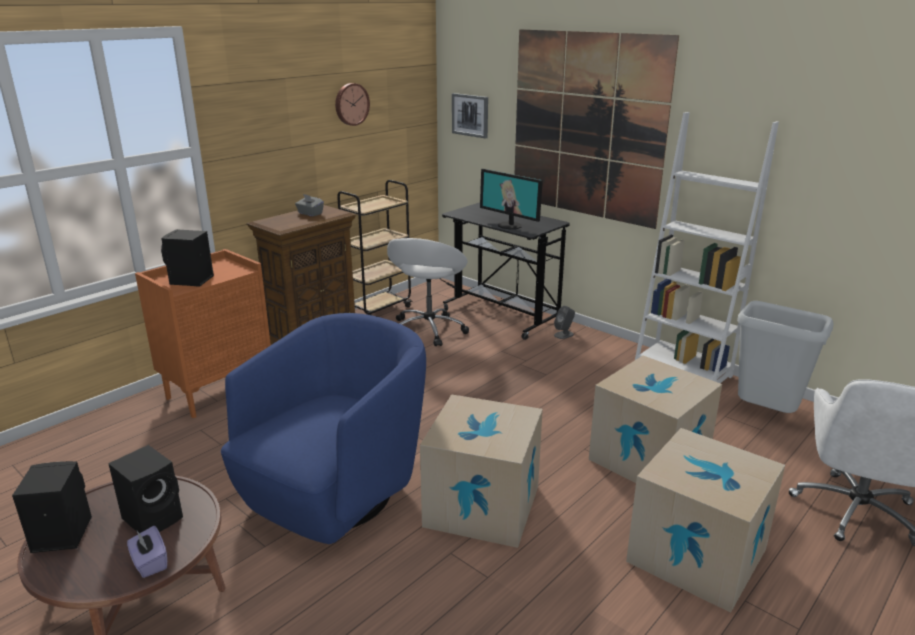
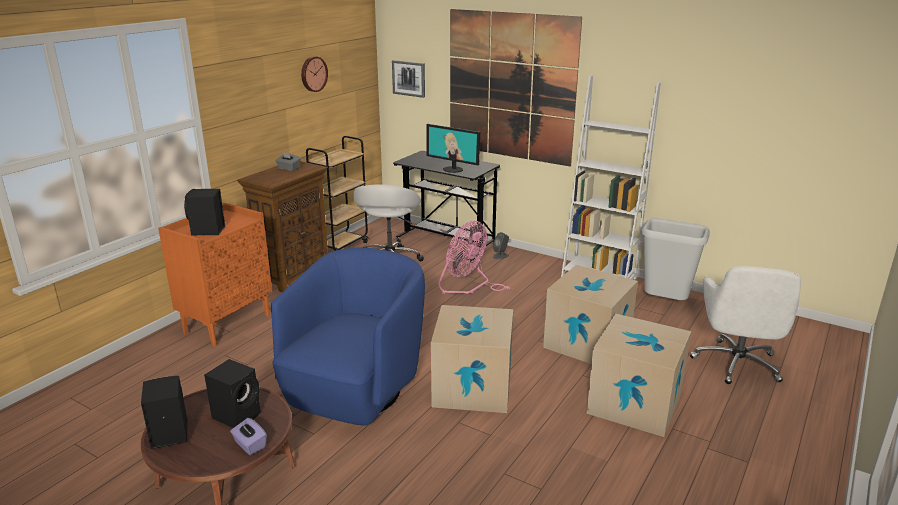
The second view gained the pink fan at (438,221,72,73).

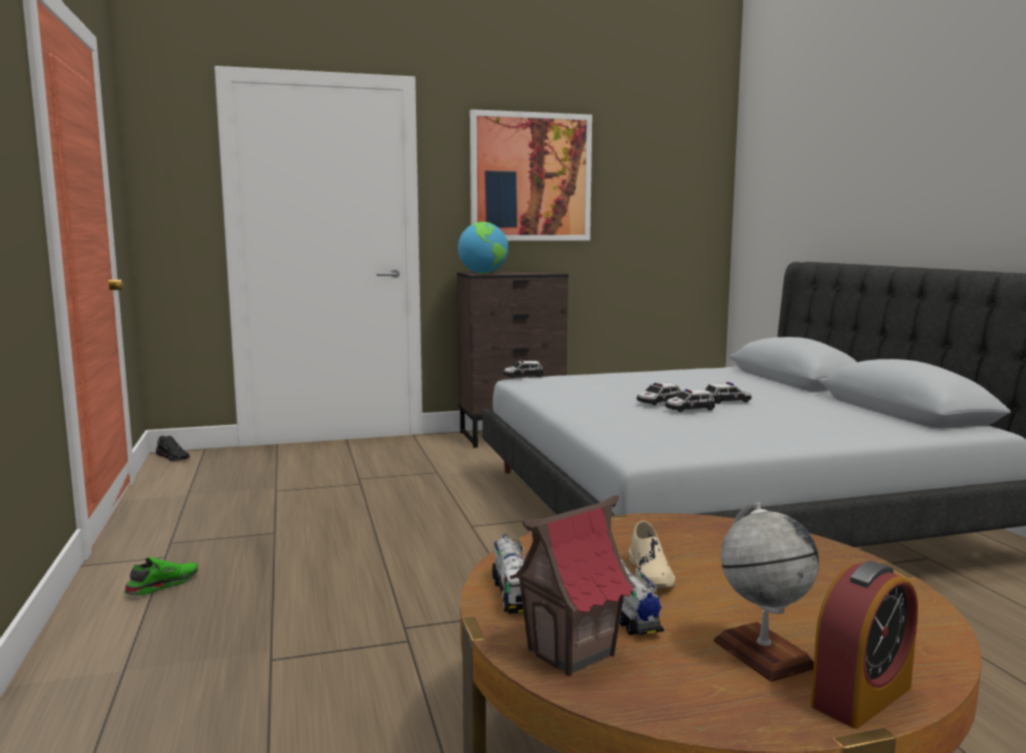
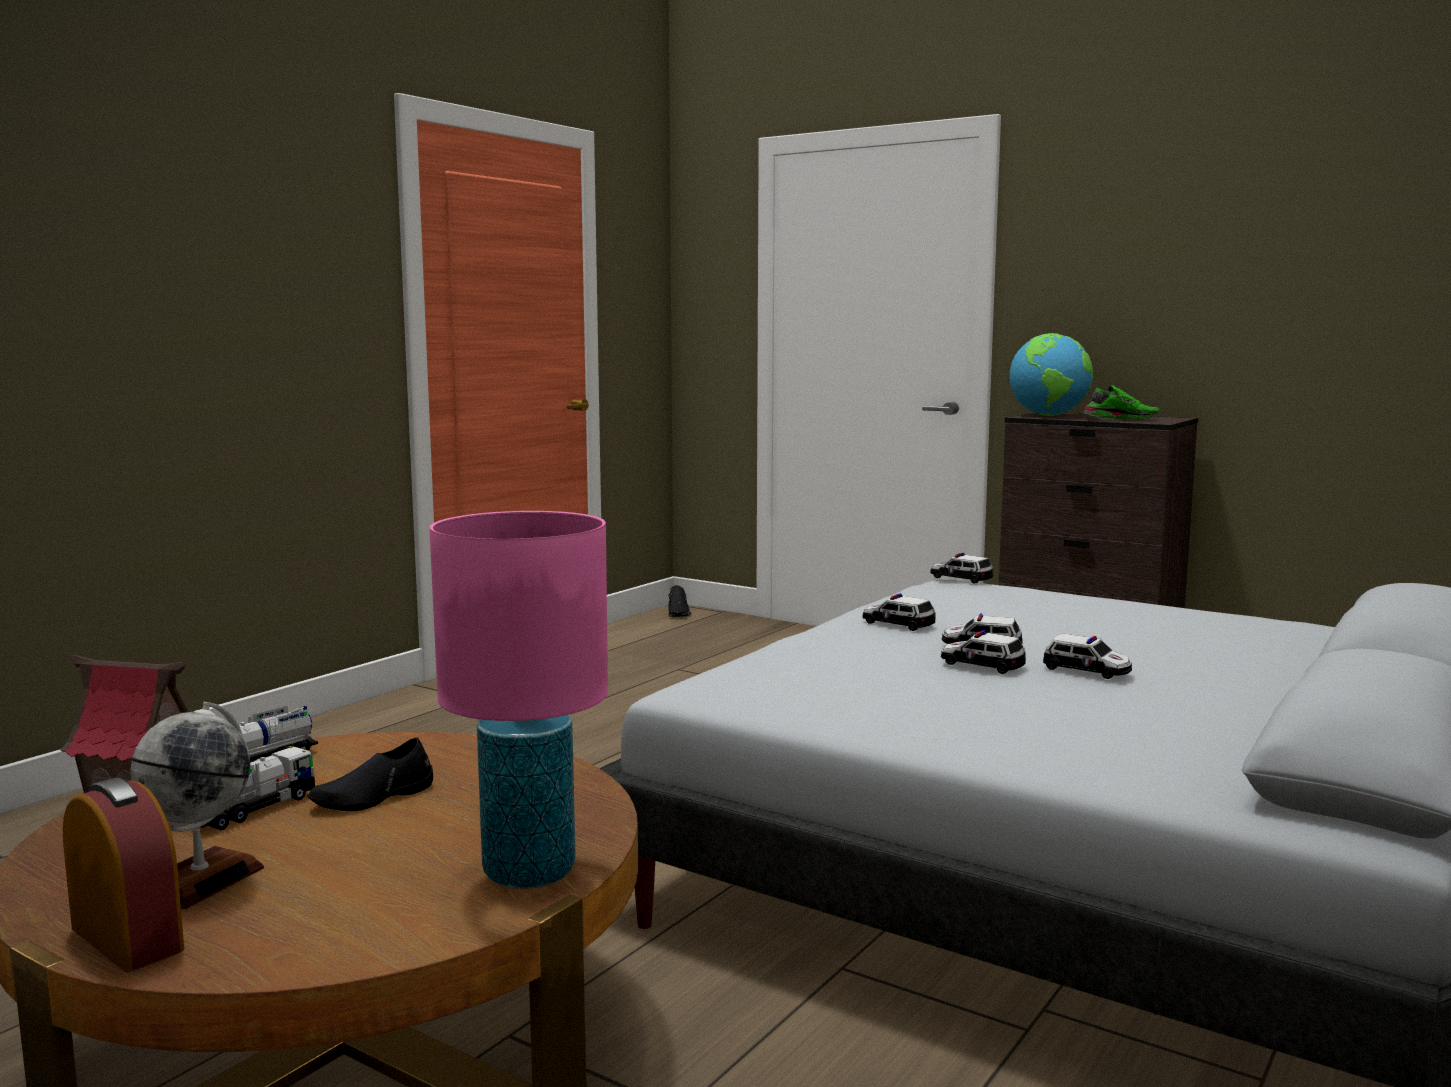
The green shoe ended up elsewhere, having gone from (123,557,75,39) to (1084,385,76,35).
The second view lost the picture at (470,109,122,132).
What was the beige shoe at (629,520,46,68) turned into the black shoe at (307,737,126,74).
The alarm clock at (811,561,107,168) ended up facing another way, 150 degrees counterclockwise from before.
The second view gained the pink table lamp at (429,511,179,378).
The second view gained the toy car at (862,593,74,38).

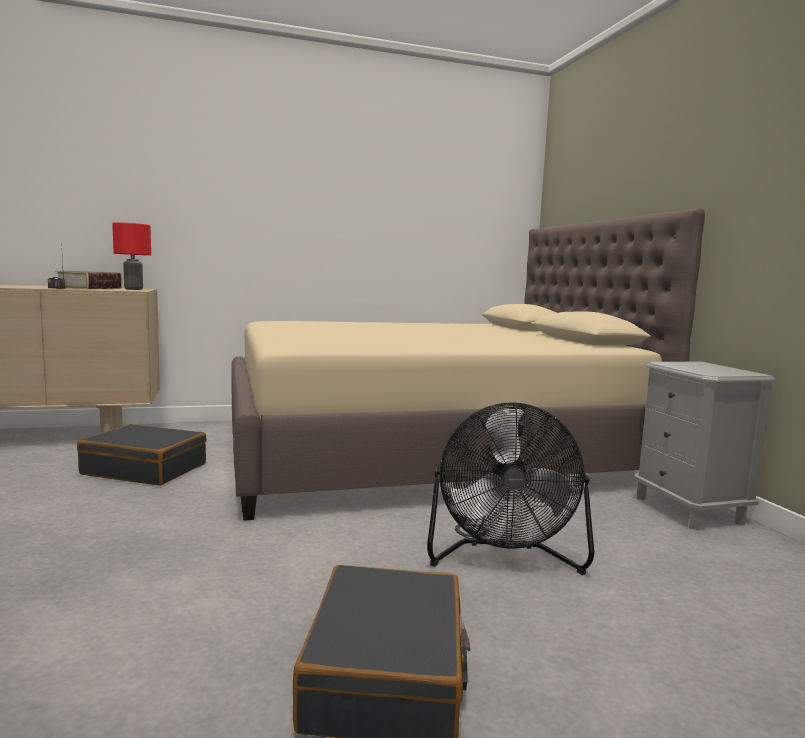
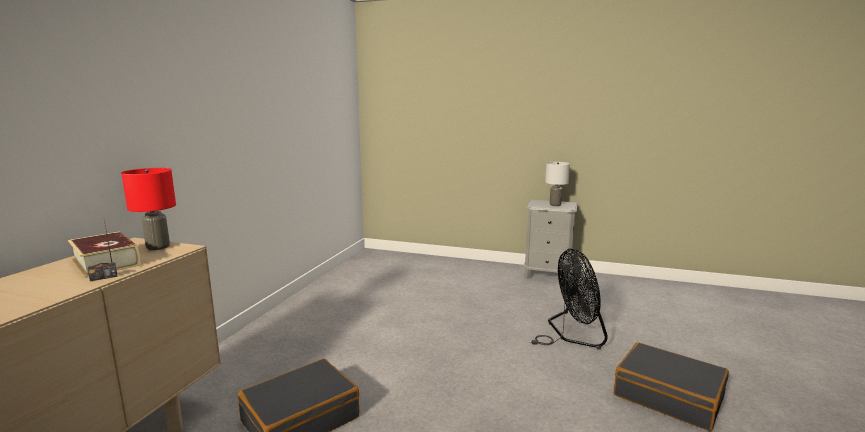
The second view lost the beige bed at (231,208,474,313).
The black fan at (427,402,167,173) ended up facing another way, 45 degrees counterclockwise from before.
The second view gained the white table lamp at (545,162,25,44).

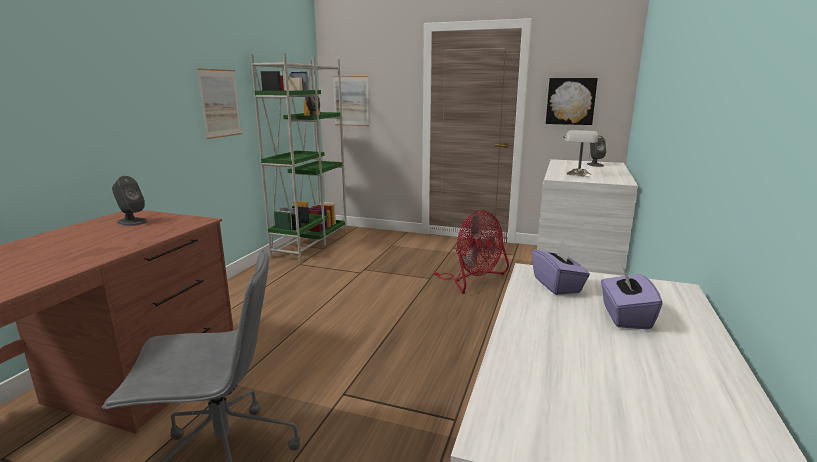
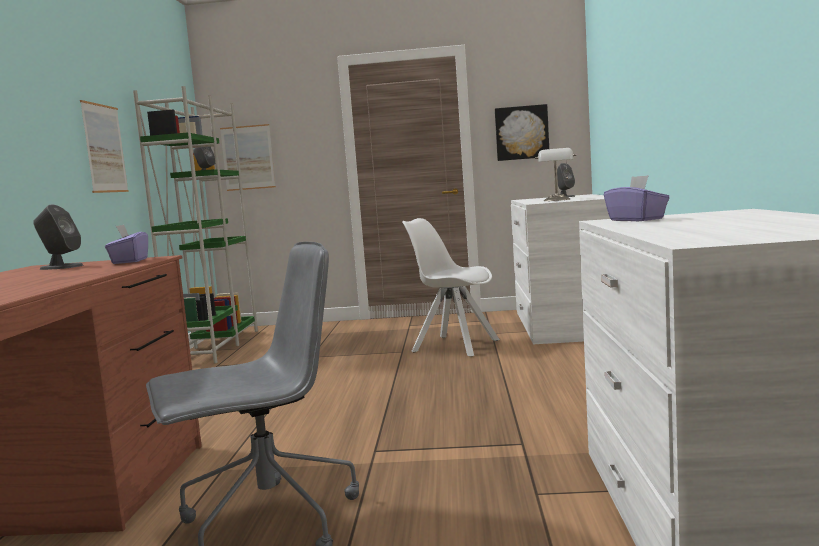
Where the red fan stood at (434,210,75,84), the white chair came to stand at (402,218,98,139).
The purple tissue box ended up elsewhere, having gone from (601,265,62,65) to (105,224,43,40).

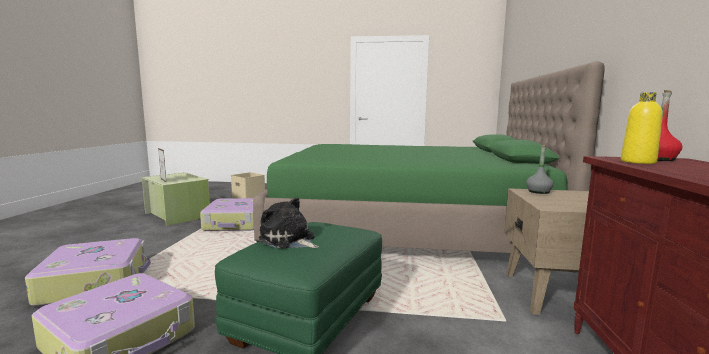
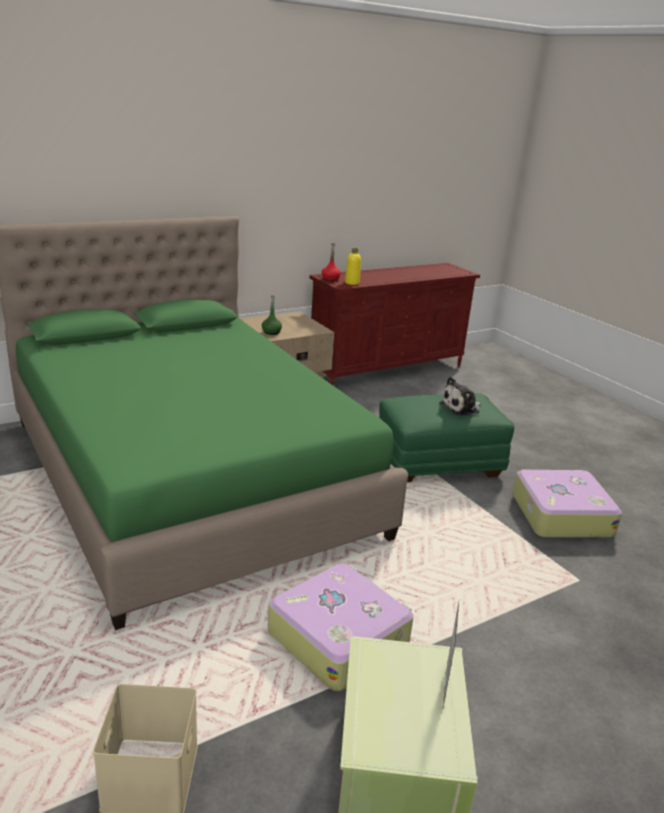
The second view lost the suitcase at (25,238,126,68).
The plush toy at (259,197,60,52) ended up facing another way, 60 degrees clockwise from before.
What was the grey bottle at (526,145,28,49) turned into the green bottle at (262,294,20,41).

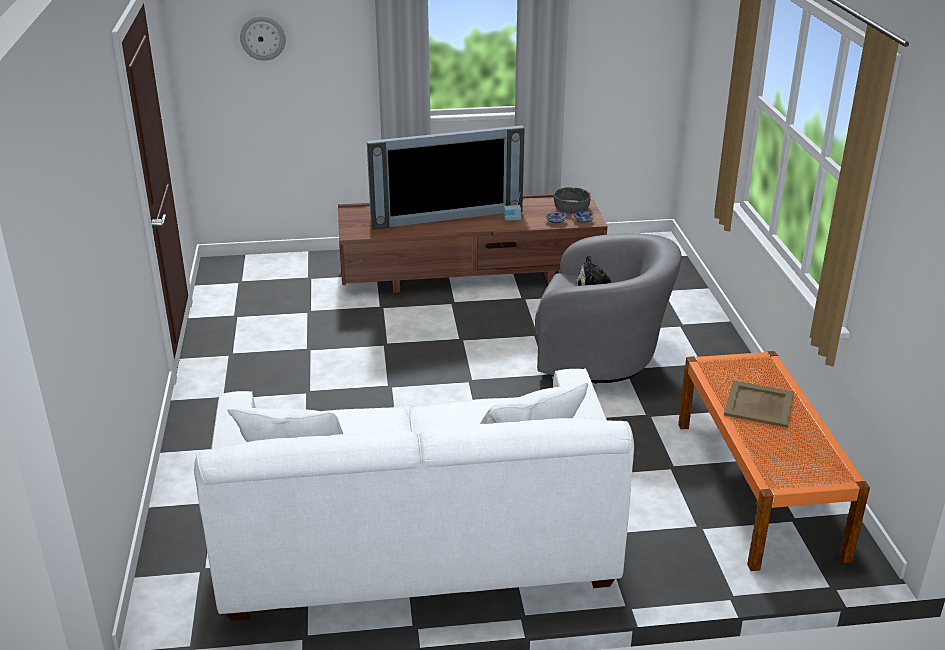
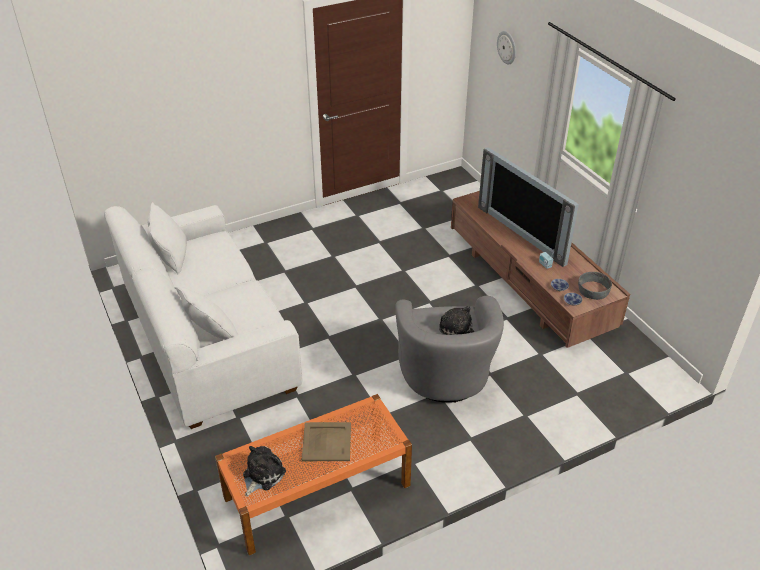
The second view gained the plush toy at (243,446,43,51).

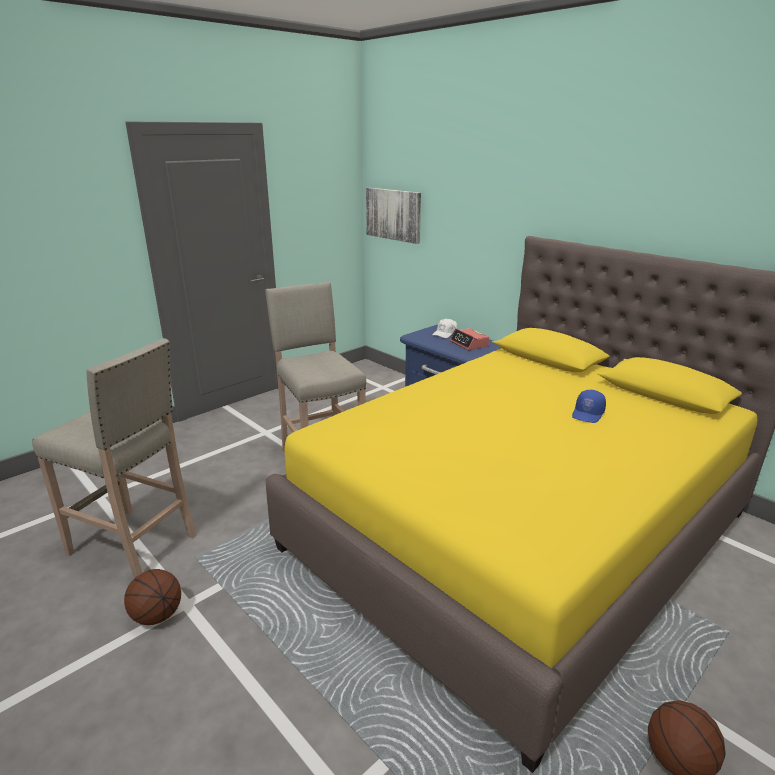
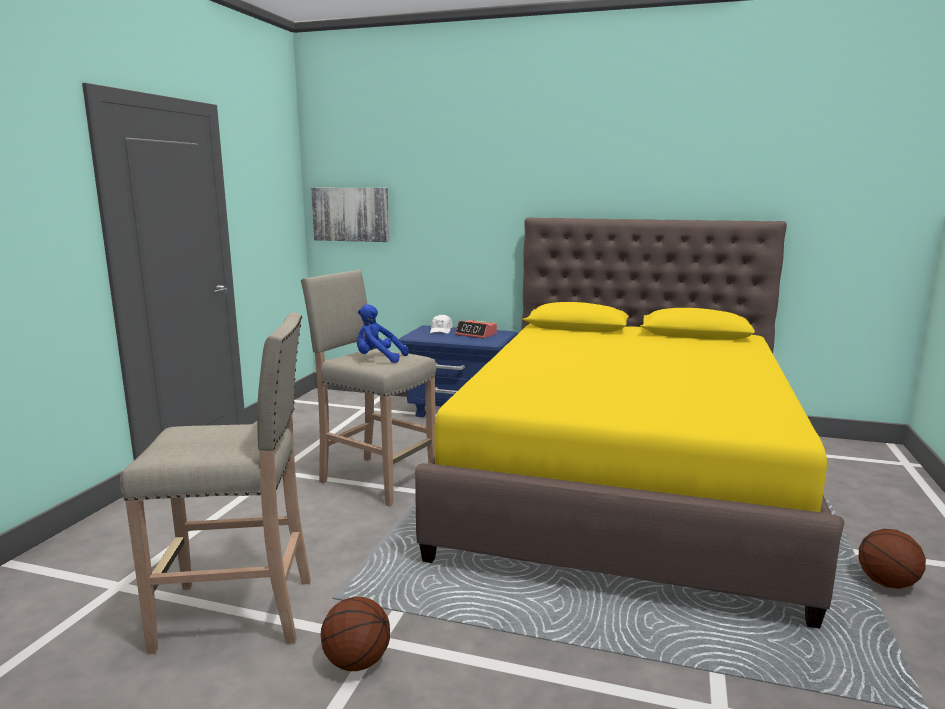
The second view lost the blue cap at (572,390,34,33).
The second view gained the blue plush toy at (357,304,51,59).

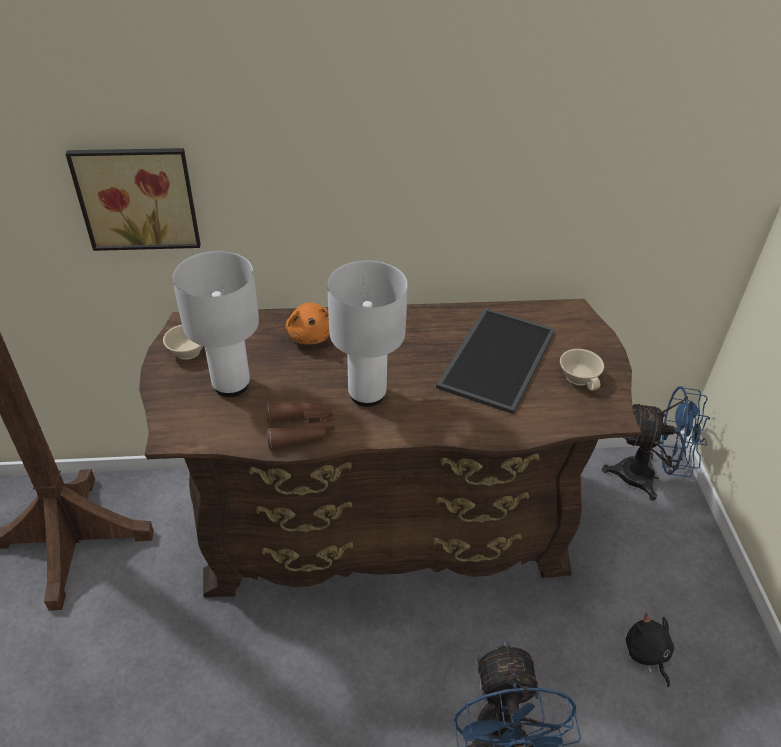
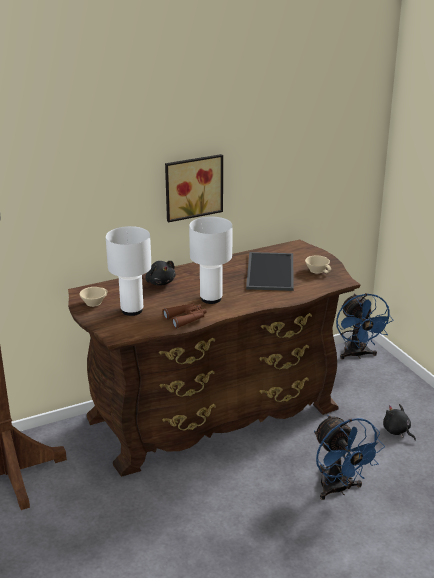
The picture ended up elsewhere, having gone from (65,148,136,103) to (165,154,58,68).
What was the orange plush toy at (285,303,45,41) turned into the black plush toy at (145,261,31,25).
The blue fan at (602,386,108,115) ended up facing another way, 90 degrees clockwise from before.

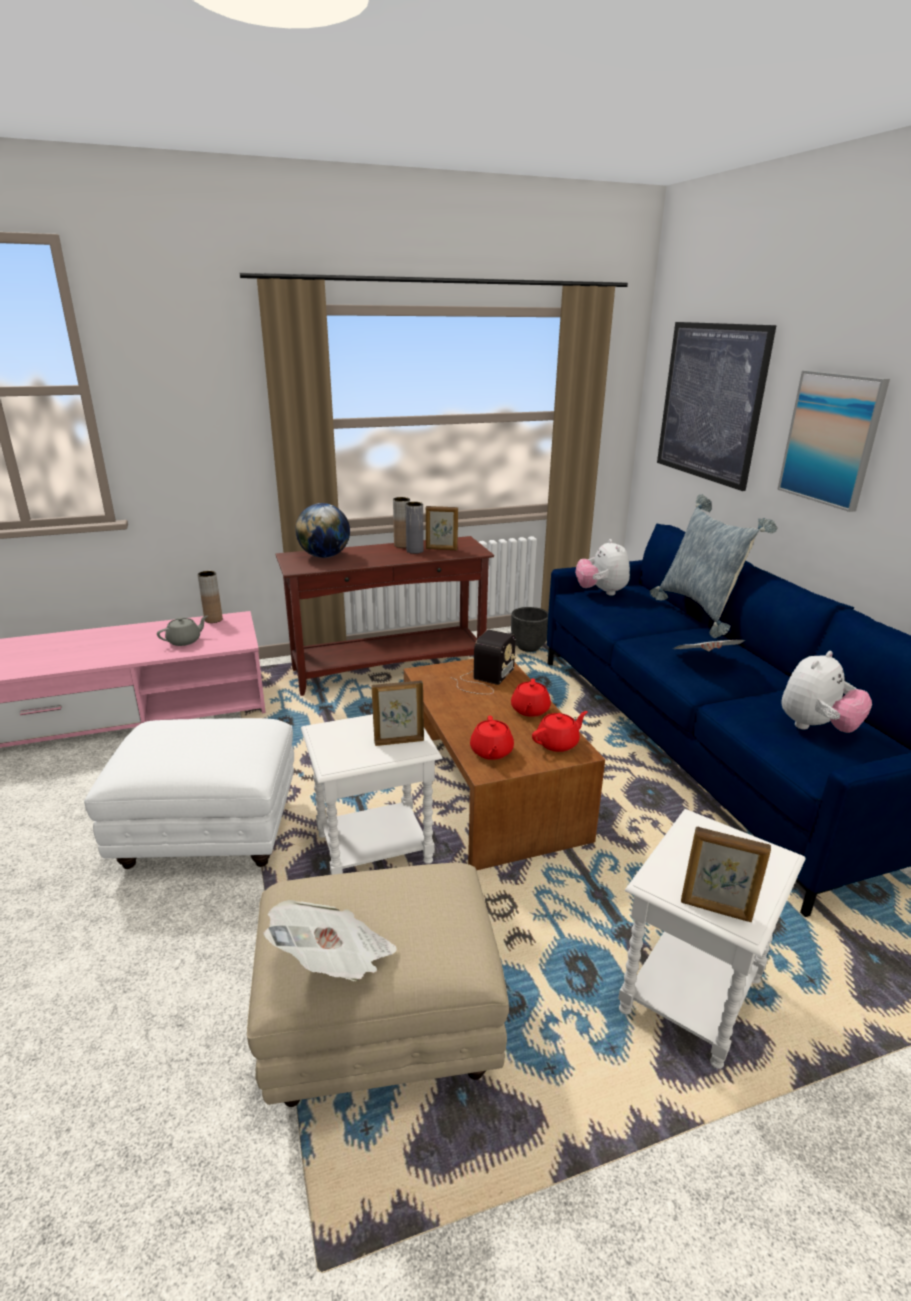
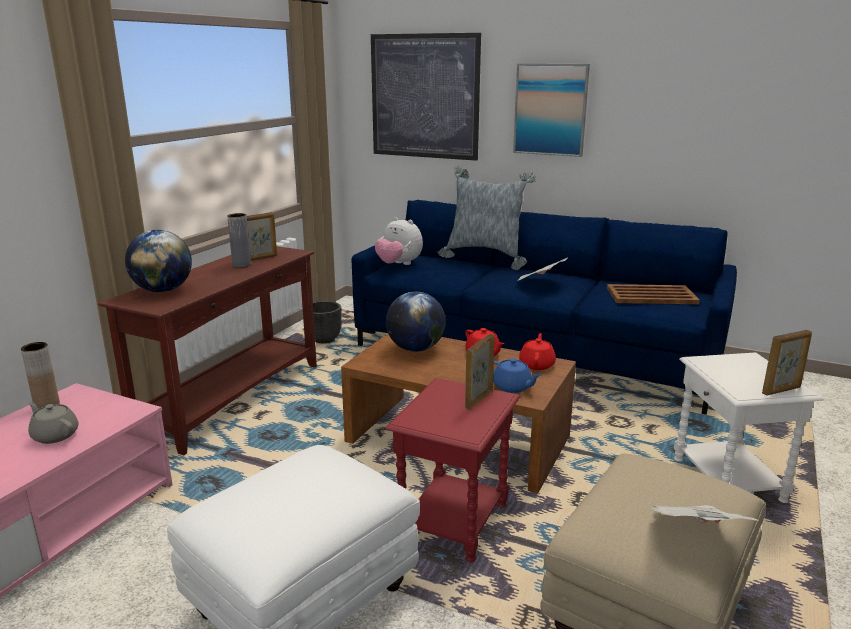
The grey teapot at (157,616,51,30) ended up facing another way, 60 degrees counterclockwise from before.
What was the white side table at (301,714,142,161) turned into the red side table at (385,378,135,184).
The second view lost the brown vase at (393,497,17,51).
Where the radio stood at (450,630,66,64), the globe came to stand at (386,292,60,60).
What was the red teapot at (470,716,44,44) turned into the blue teapot at (493,358,48,35).
Where the plush toy stood at (782,651,90,82), the brown tray came to stand at (607,284,93,20).

